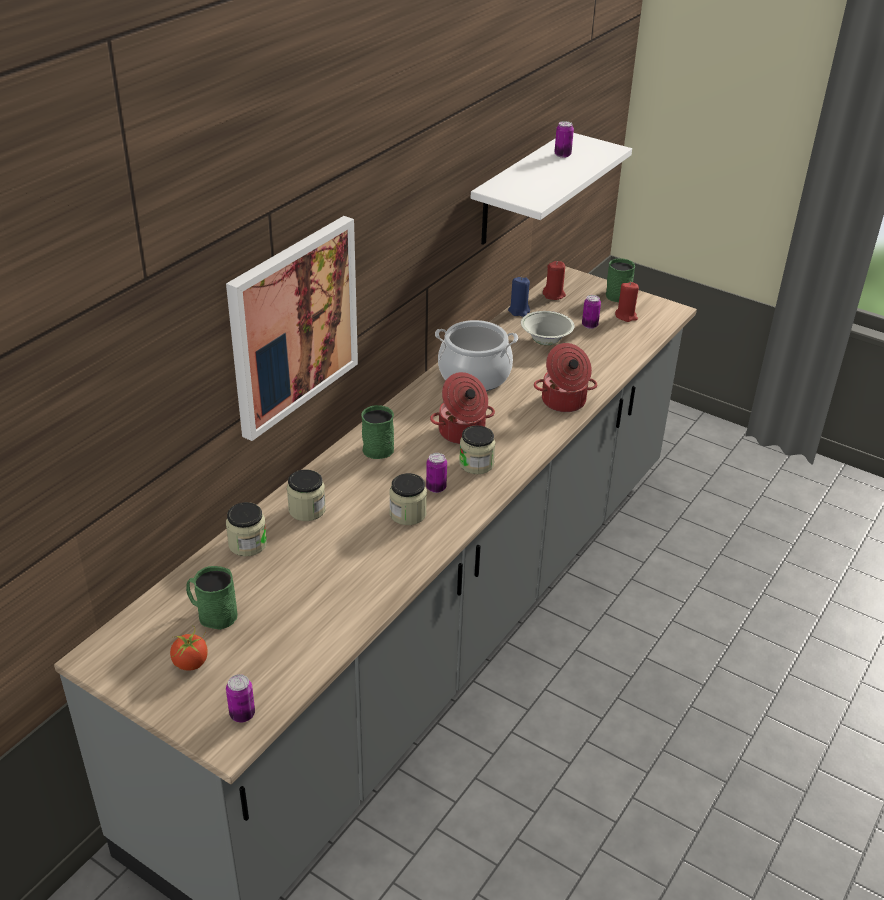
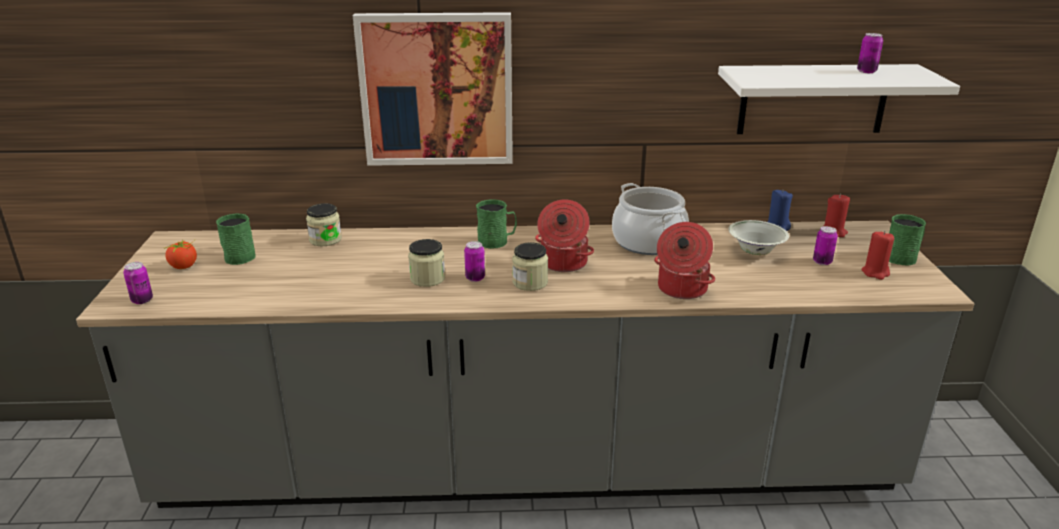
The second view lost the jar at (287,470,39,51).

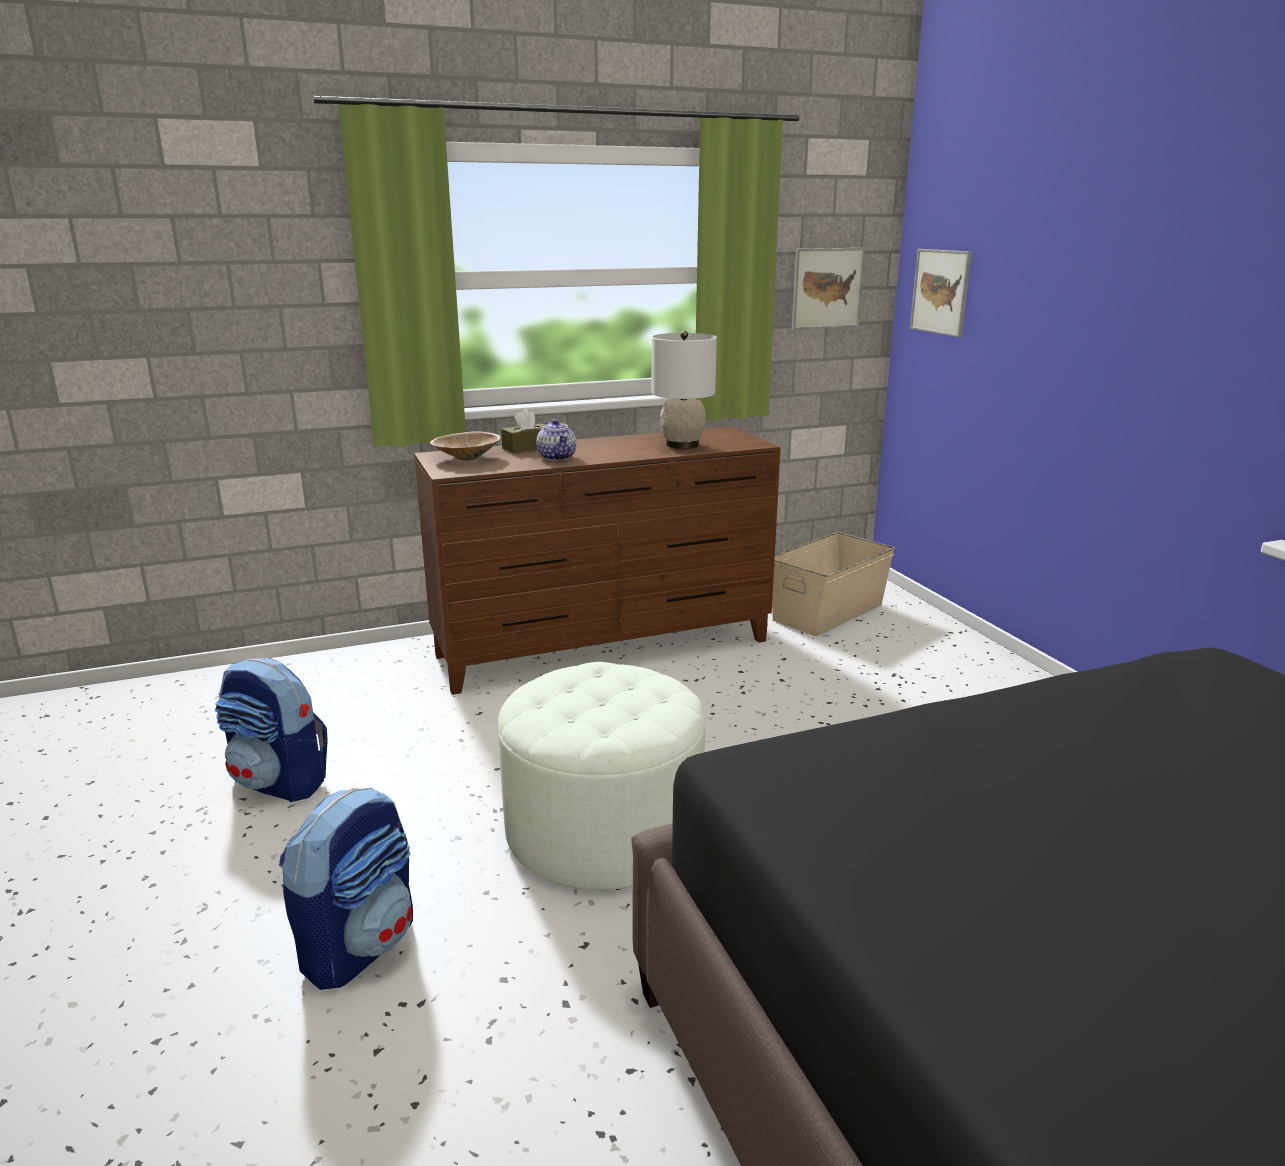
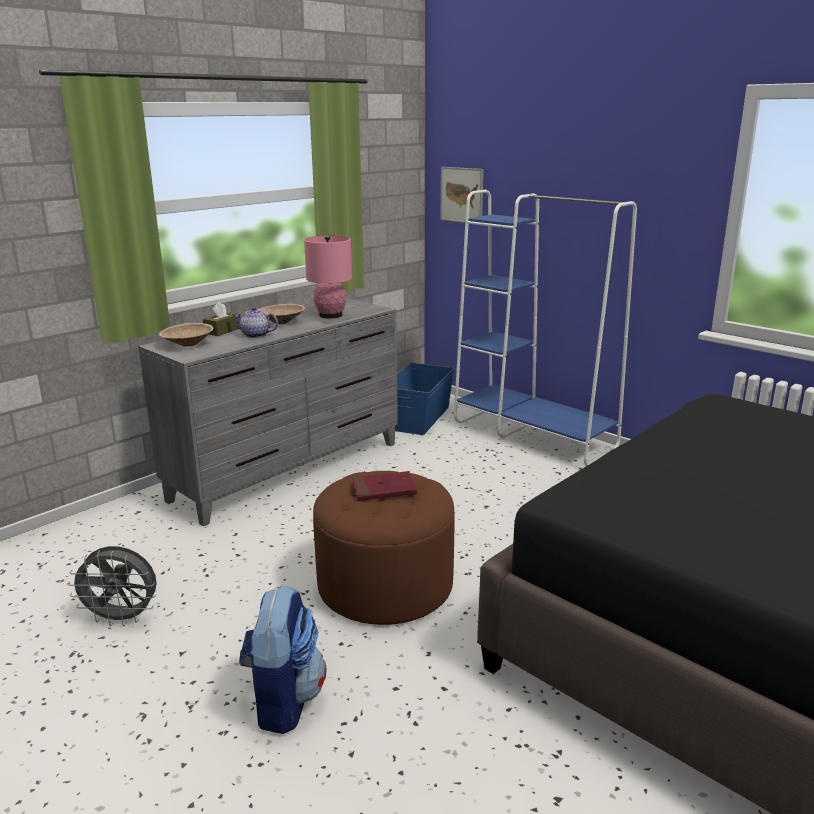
Where the backpack stood at (215,658,113,144), the grey fan came to stand at (67,546,90,80).
What was the brown dresser at (414,426,367,269) turned into the grey dresser at (138,298,260,228).
What was the white ottoman at (498,662,207,228) turned into the brown ottoman at (313,471,142,154).
The teapot at (536,419,40,42) ended up facing another way, 150 degrees clockwise from before.
What was the white table lamp at (652,331,65,118) turned into the pink table lamp at (304,235,48,83).
What was the beige storage box at (772,532,123,104) turned into the blue storage box at (395,363,59,72).
The second view lost the picture at (792,248,73,82).
The second view gained the beige bowl at (257,304,48,20).
The second view gained the red book at (353,471,64,30).
The second view gained the blue clothes rack at (454,190,183,276).

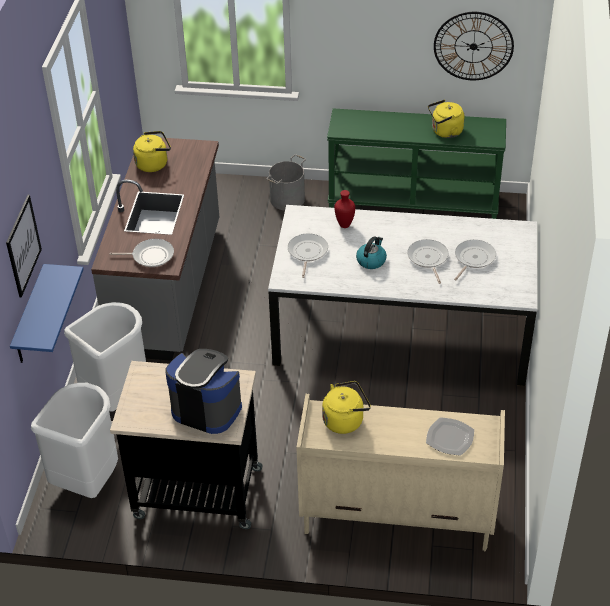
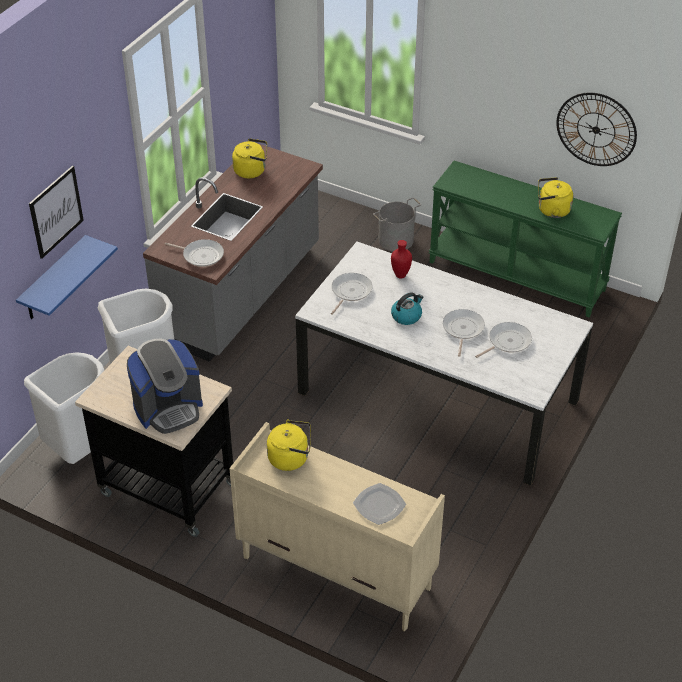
The coffee machine at (165,349,77,85) ended up facing another way, 105 degrees clockwise from before.

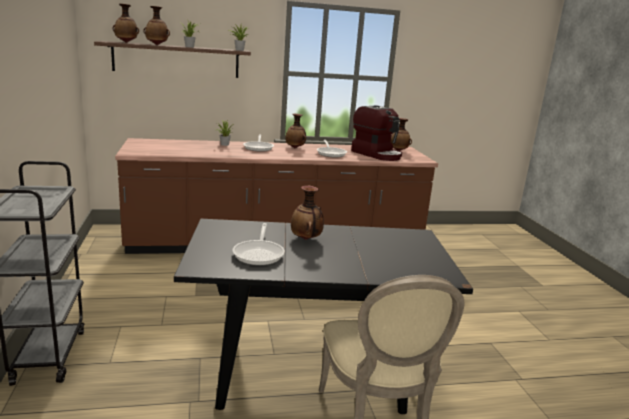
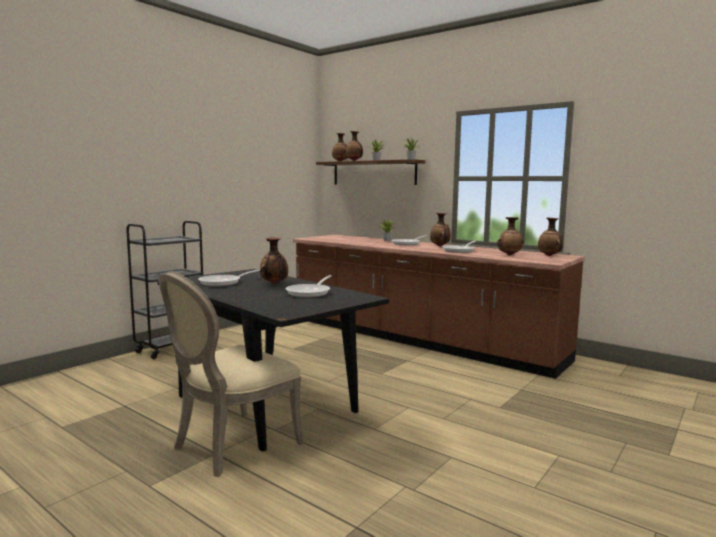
Where the coffee machine stood at (351,105,51,56), the vase came to stand at (497,217,27,38).
The second view gained the frying pan at (286,275,45,23).

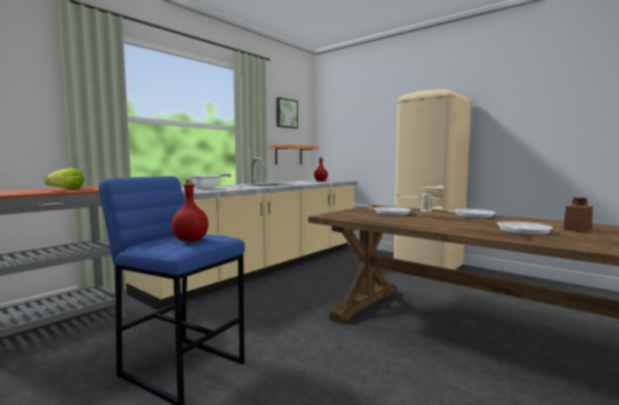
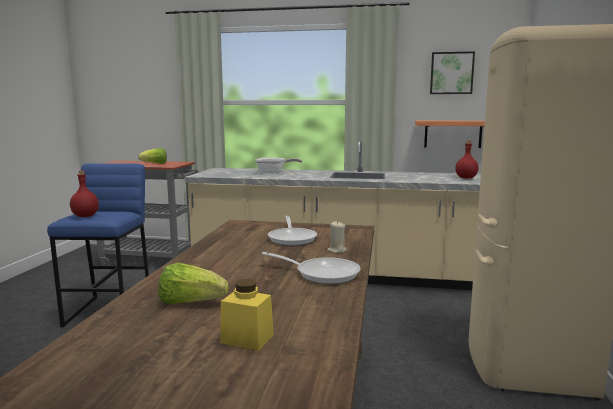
Where the frying pan stood at (497,221,56,14), the lettuce came to stand at (158,263,71,41).
What was the brown jar at (563,197,30,36) turned into the yellow jar at (220,279,54,72).

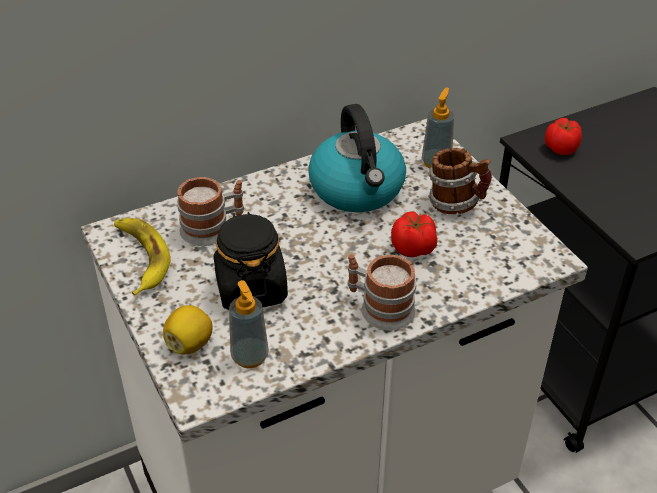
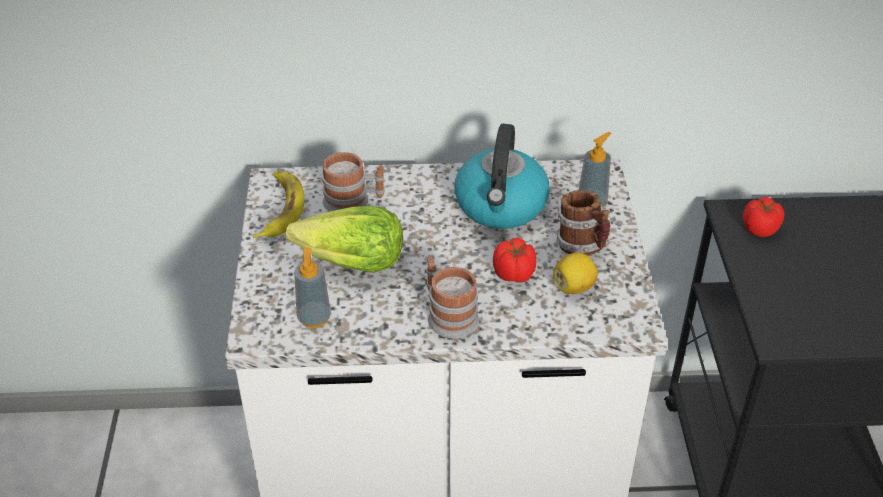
The lemon ended up elsewhere, having gone from (163,305,50,49) to (553,252,45,42).
Where the black jar stood at (214,212,74,98), the lettuce came to stand at (286,206,117,67).

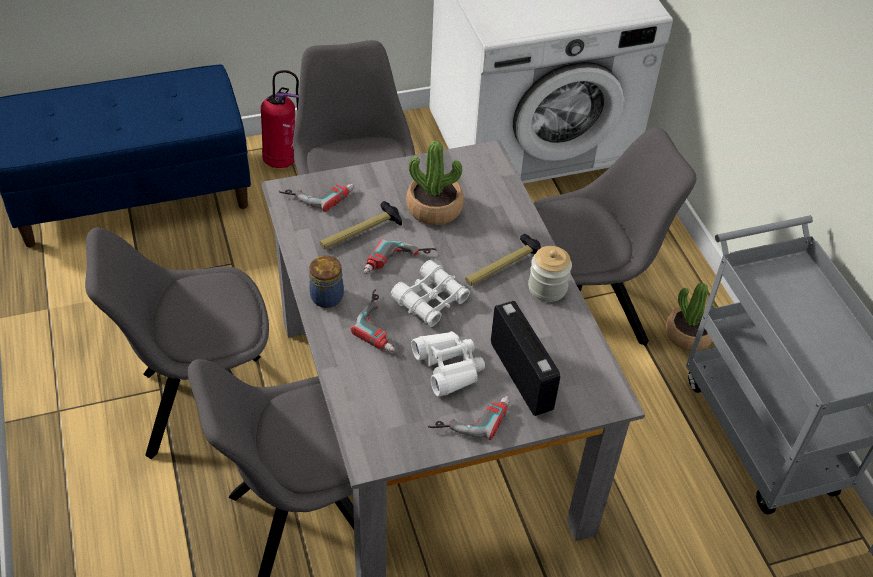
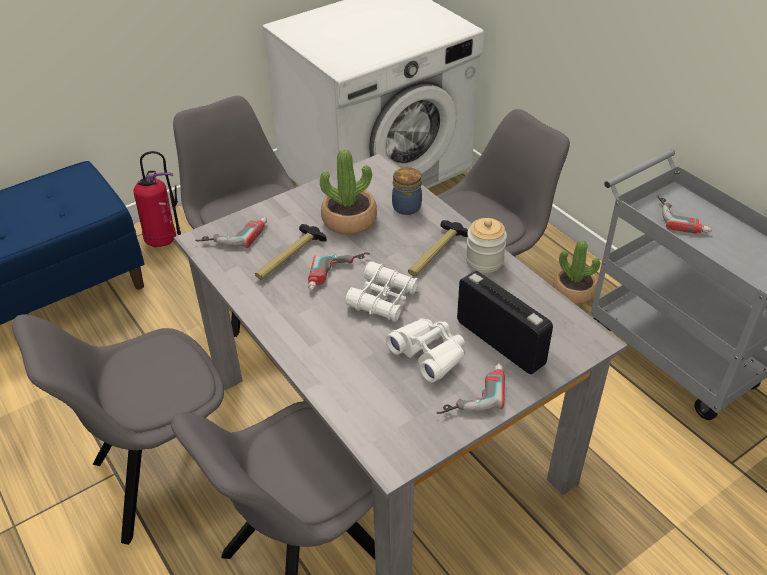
The jar ended up elsewhere, having gone from (309,256,35,52) to (392,167,30,48).
The power drill ended up elsewhere, having gone from (351,289,44,63) to (657,195,55,39).

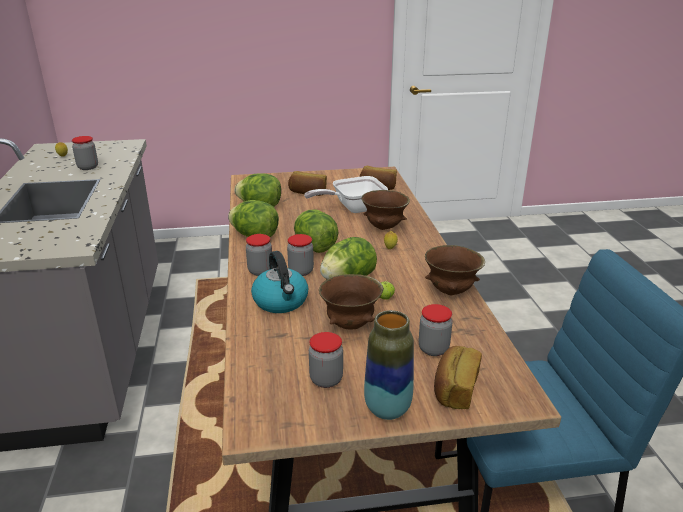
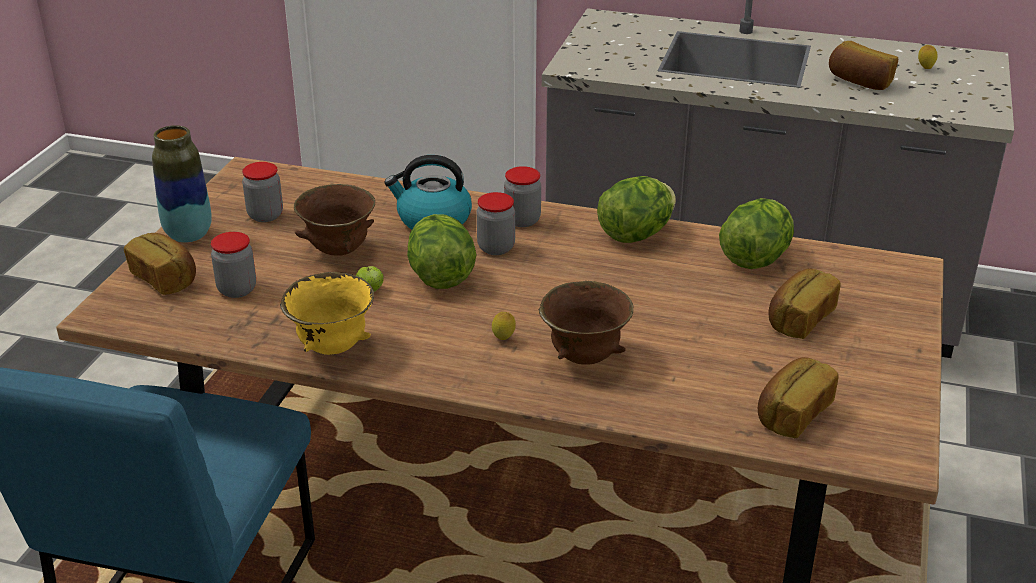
Where the jar stood at (72,136,26,34), the bread came to stand at (829,41,69,49).
The second view lost the lettuce at (294,210,45,43).
The second view lost the frying pan at (304,176,84,37).
What was the brown bowl at (425,245,60,50) turned into the yellow bowl at (280,272,94,83).

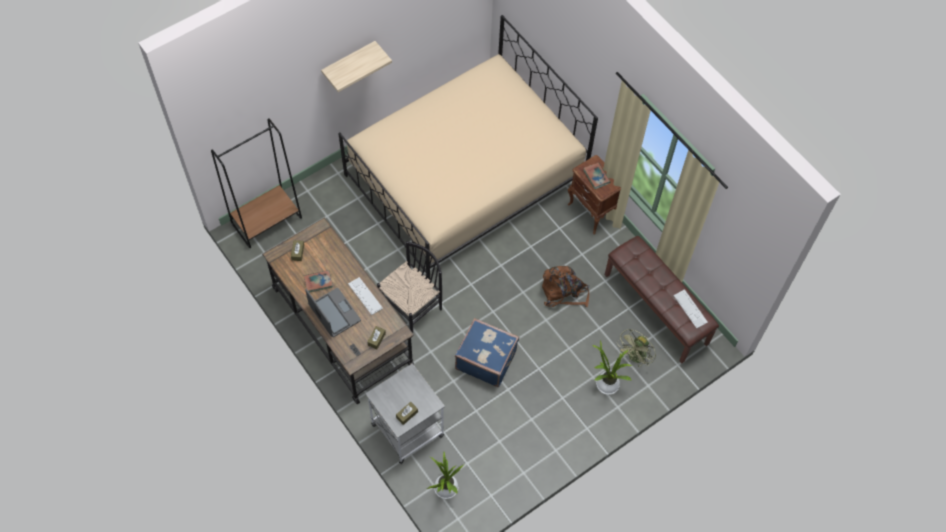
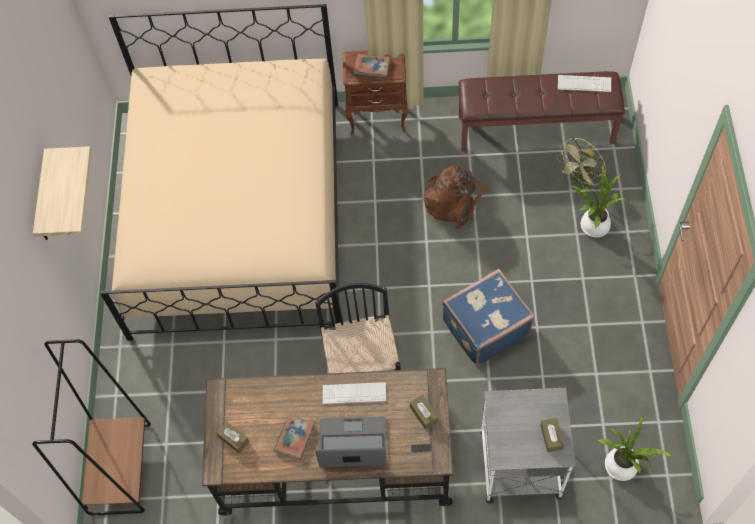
The green fan at (617,329,39,38) ended up facing another way, 60 degrees clockwise from before.

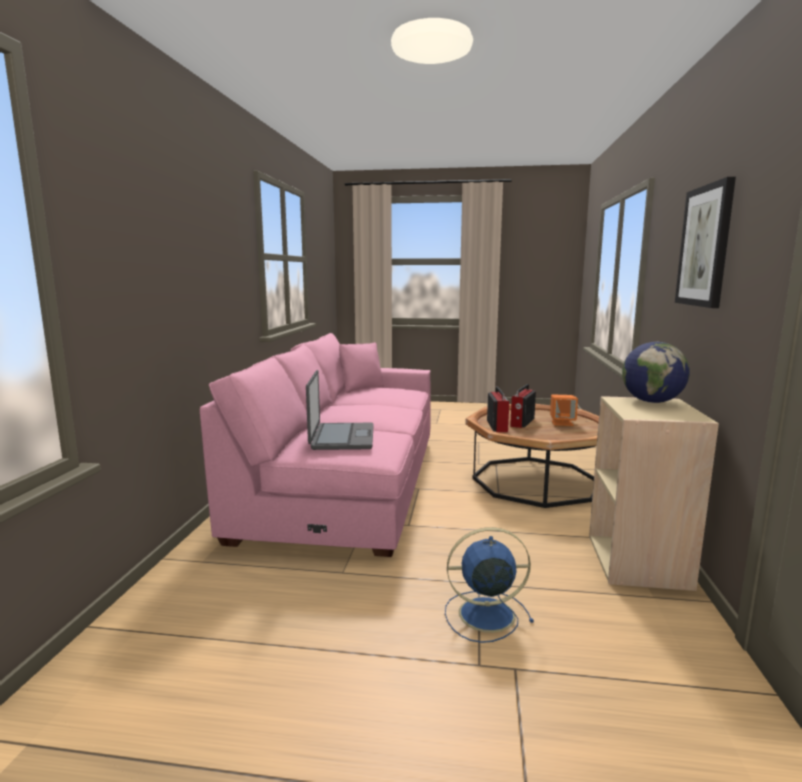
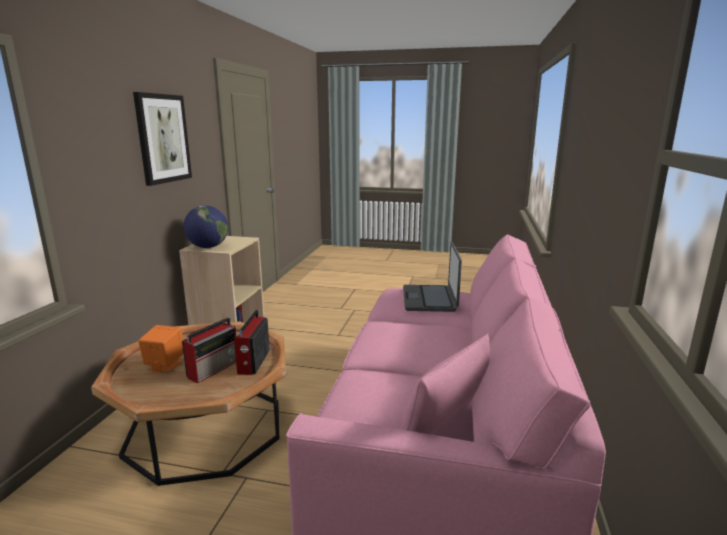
The second view lost the blue fan at (445,527,89,116).

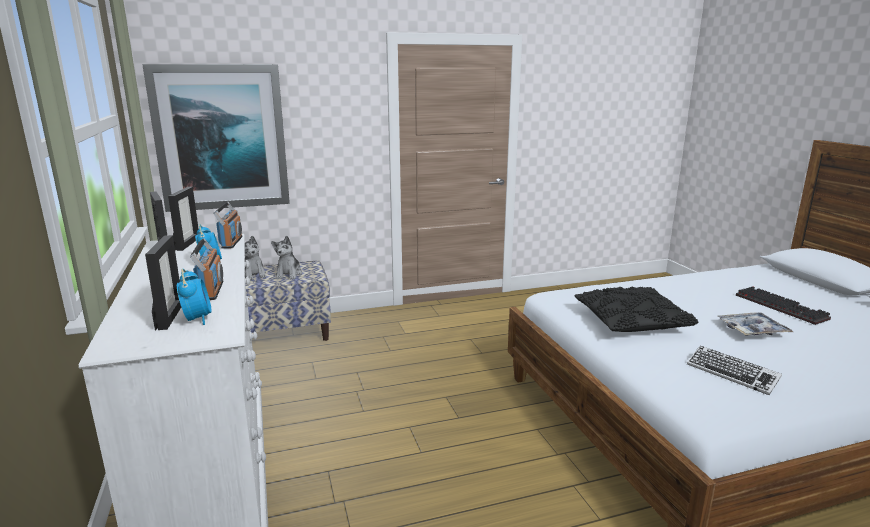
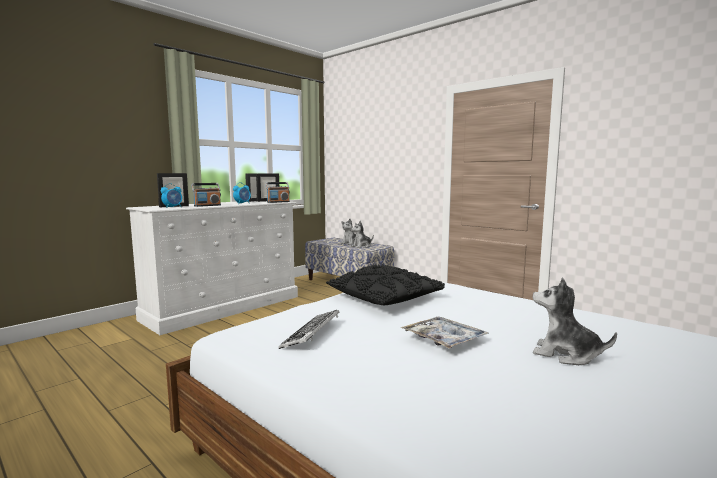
The second view lost the picture at (142,64,148,148).
Where the keyboard stood at (736,286,95,39), the plush toy came to stand at (533,277,84,88).

